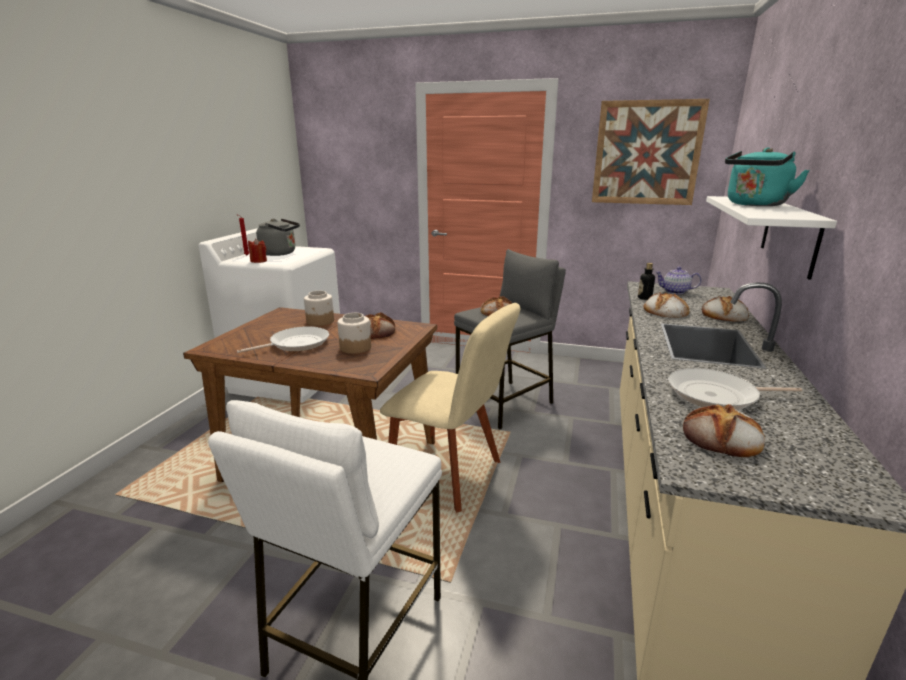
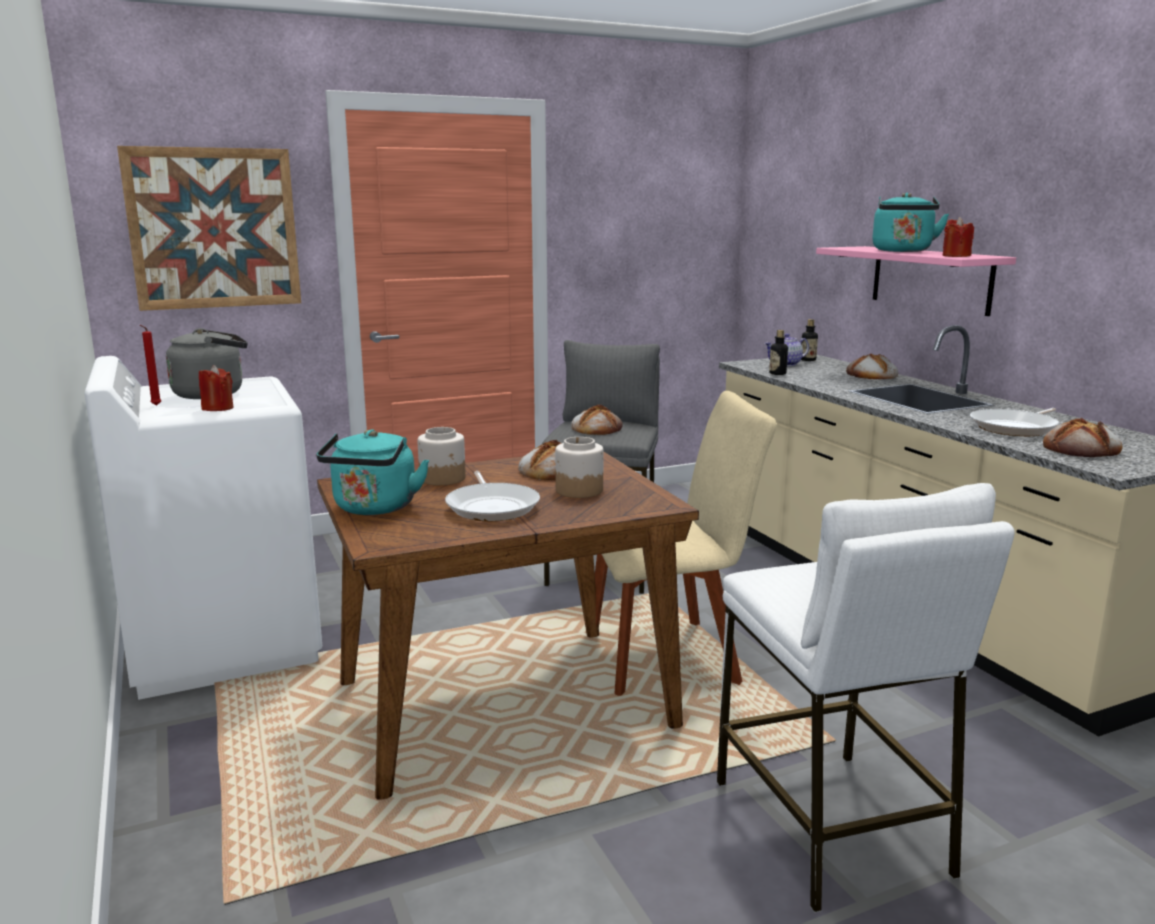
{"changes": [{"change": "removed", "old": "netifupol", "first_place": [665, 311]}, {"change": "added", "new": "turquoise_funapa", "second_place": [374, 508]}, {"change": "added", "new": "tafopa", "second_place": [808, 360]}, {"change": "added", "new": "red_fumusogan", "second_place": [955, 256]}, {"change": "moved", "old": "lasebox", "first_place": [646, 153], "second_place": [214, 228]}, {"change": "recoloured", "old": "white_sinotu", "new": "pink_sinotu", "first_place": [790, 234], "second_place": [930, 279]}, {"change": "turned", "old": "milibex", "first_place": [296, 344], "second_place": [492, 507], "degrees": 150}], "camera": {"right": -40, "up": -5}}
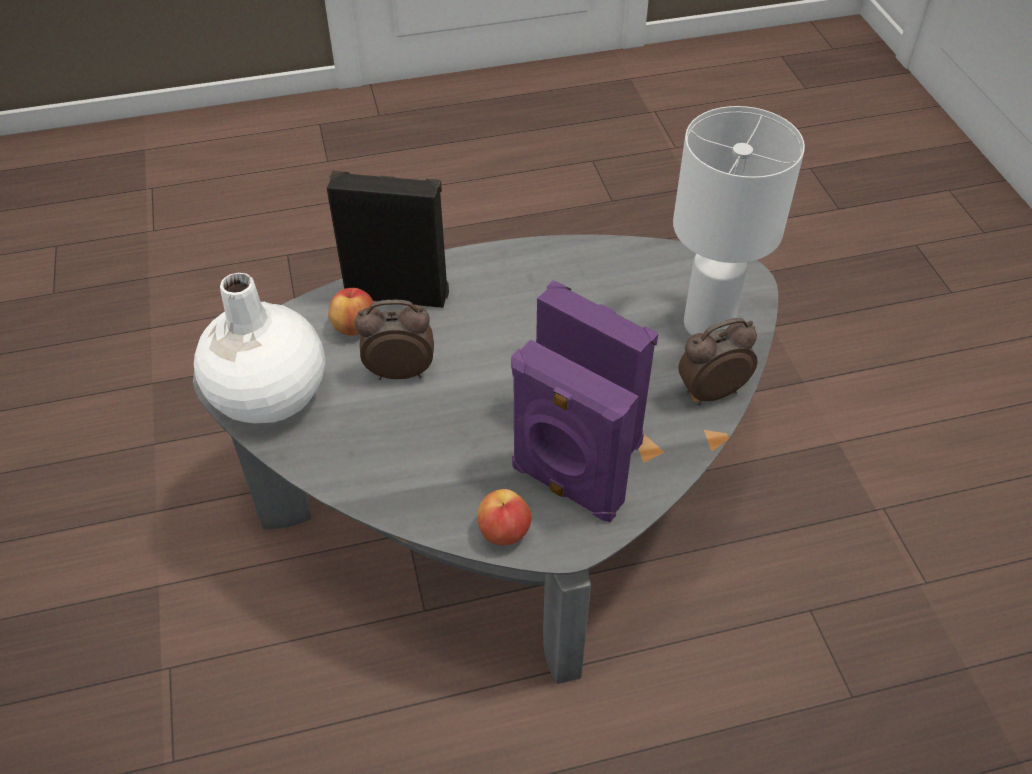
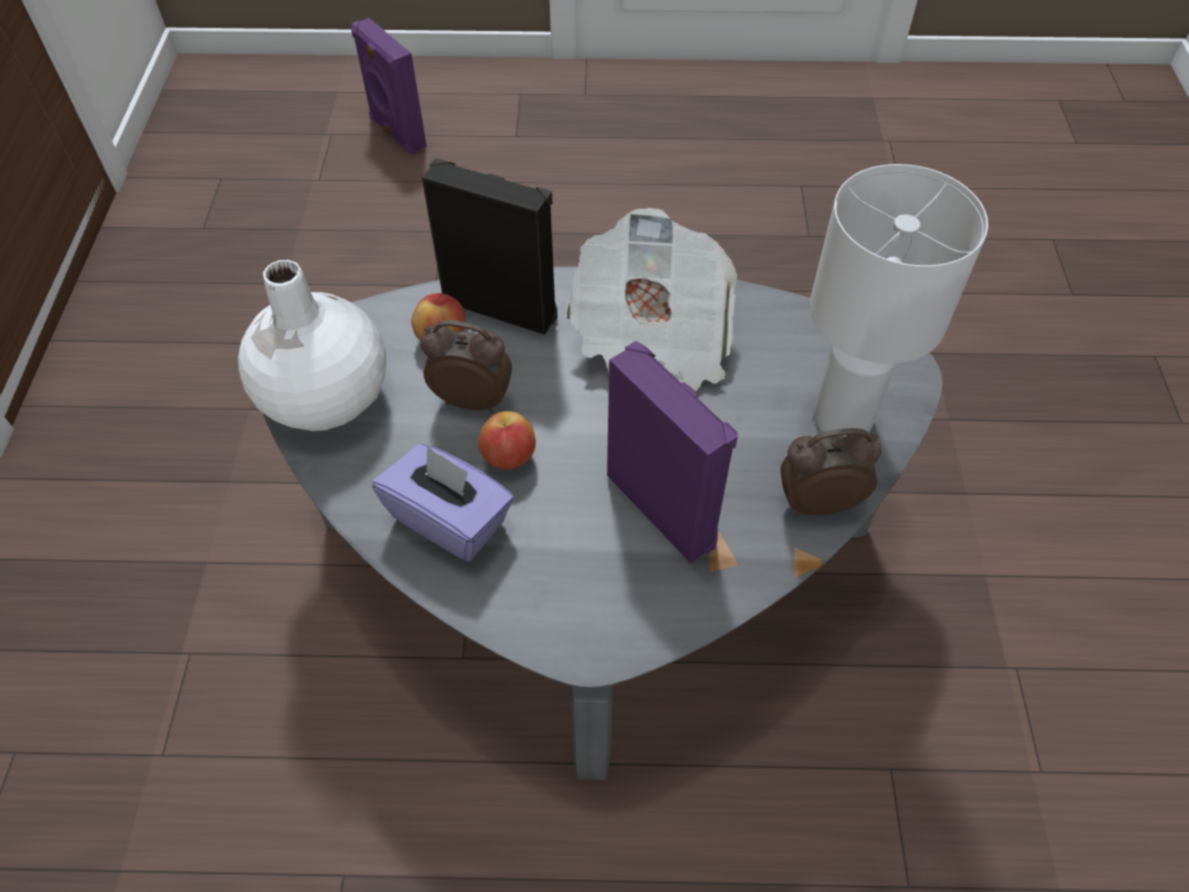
{"changes": [{"change": "added", "new": "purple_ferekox", "second_place": [450, 519]}, {"change": "added", "new": "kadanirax", "second_place": [650, 345]}, {"change": "moved", "old": "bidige", "first_place": [504, 532], "second_place": [509, 456]}, {"change": "moved", "old": "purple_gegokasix", "first_place": [565, 487], "second_place": [396, 133]}], "camera": {"right": 15, "up": 5}}
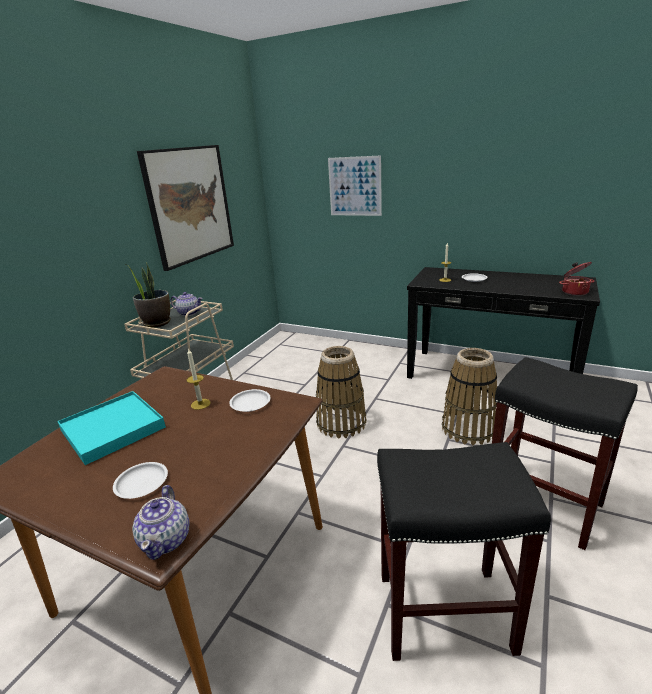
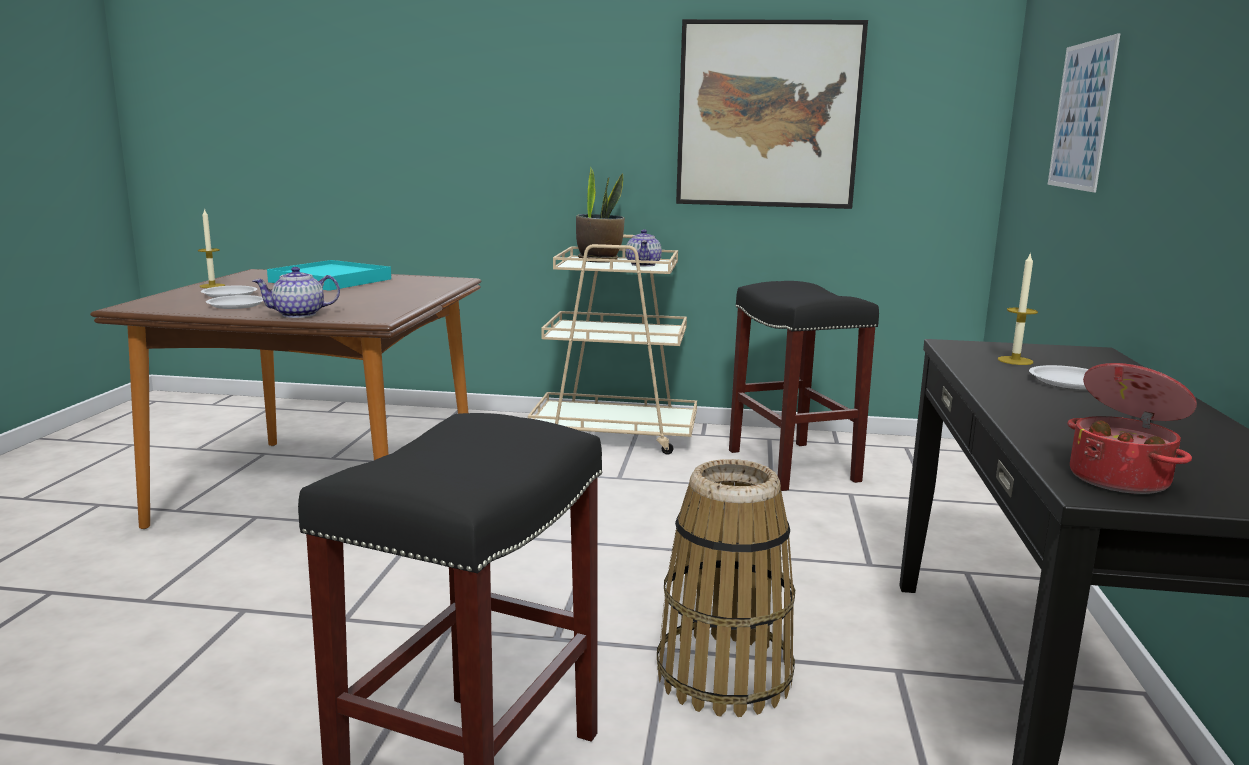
{"changes": [{"change": "removed", "old": "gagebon", "first_place": [341, 423]}, {"change": "moved", "old": "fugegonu", "first_place": [166, 539], "second_place": [299, 314]}, {"change": "moved", "old": "fumusogan", "first_place": [200, 404], "second_place": [212, 286]}, {"change": "moved", "old": "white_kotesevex", "first_place": [250, 403], "second_place": [237, 305]}, {"change": "moved", "old": "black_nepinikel", "first_place": [442, 612], "second_place": [790, 465]}], "camera": {"right": 70, "up": -10}}
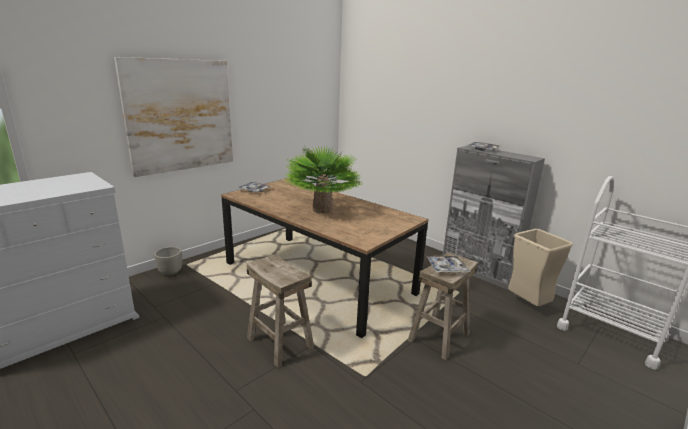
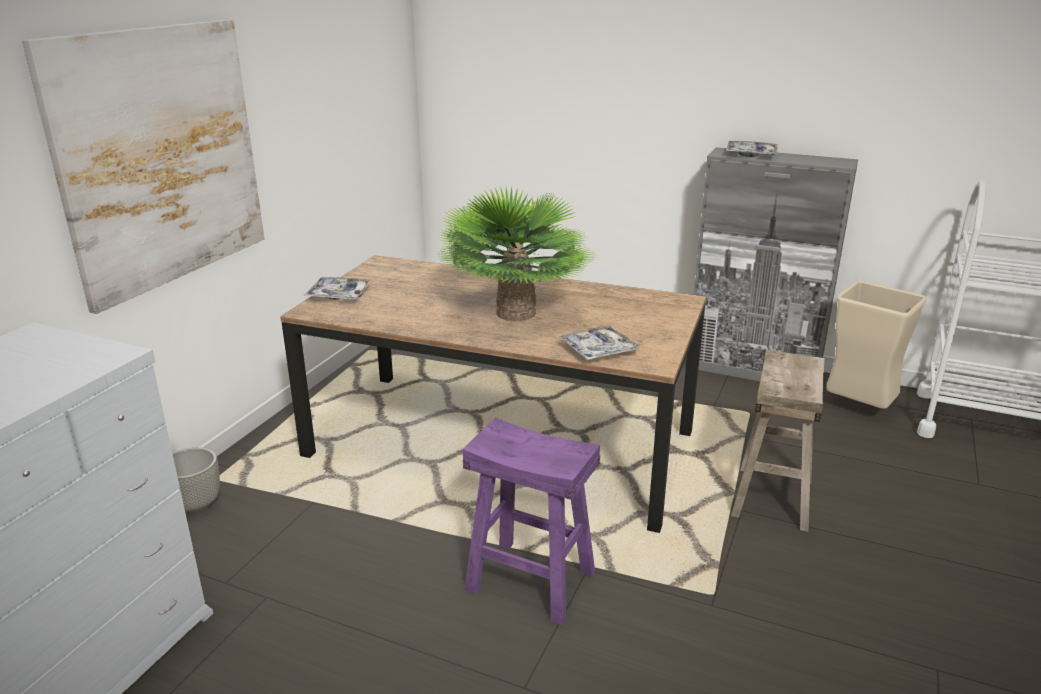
{"changes": [{"change": "moved", "old": "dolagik", "first_place": [447, 268], "second_place": [598, 350]}, {"change": "recoloured", "old": "beige_nepinikel", "new": "purple_nepinikel", "first_place": [279, 342], "second_place": [529, 581]}], "camera": {"right": -20, "up": 5}}
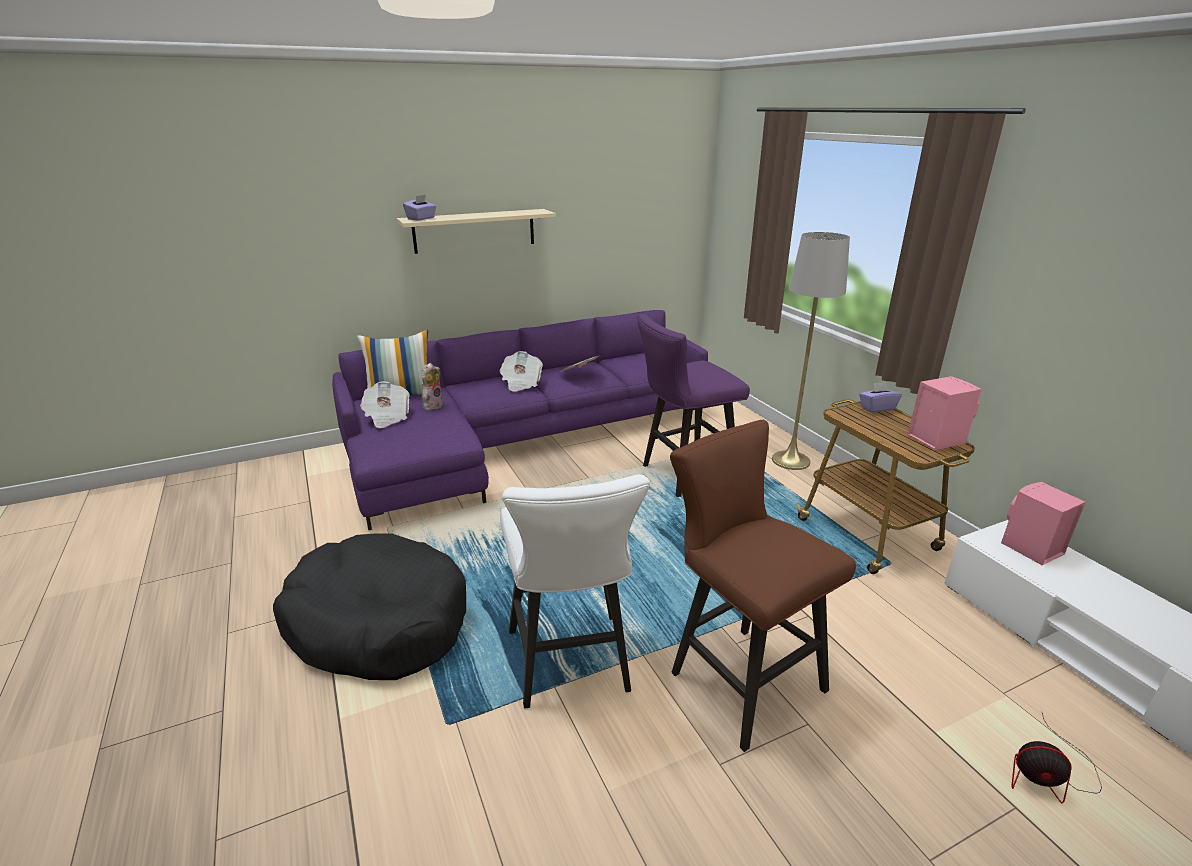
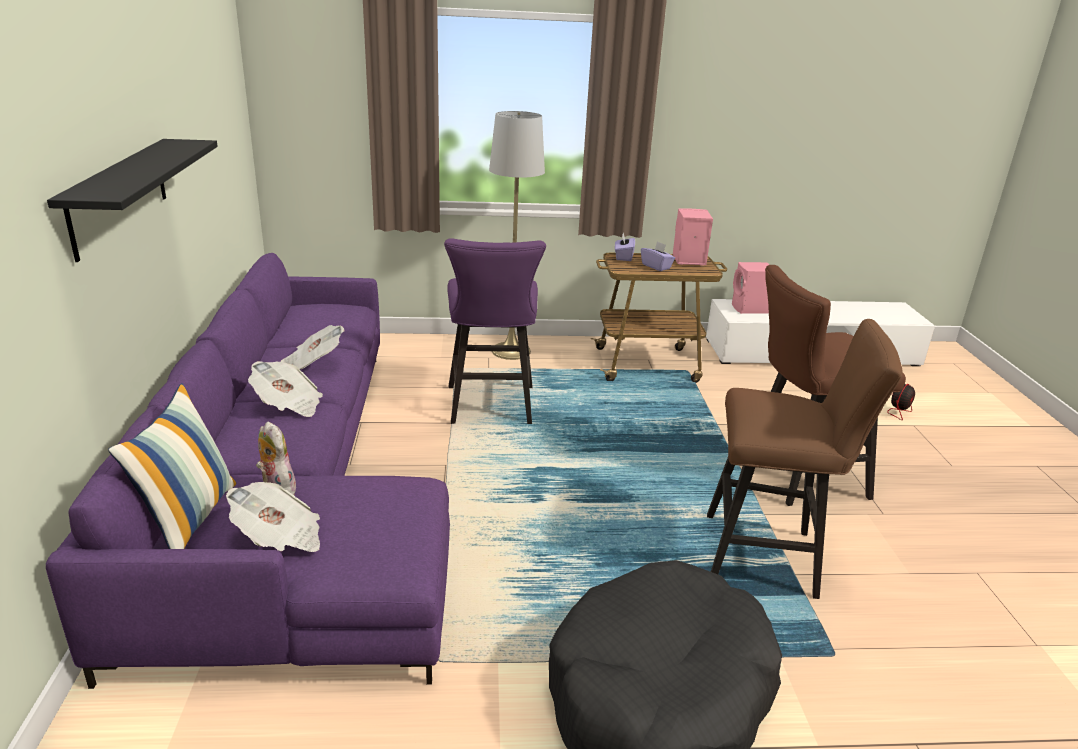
{"changes": [{"change": "moved", "old": "purple_ferekox", "first_place": [421, 218], "second_place": [656, 266]}, {"change": "recoloured", "old": "beige_sinotu", "new": "black_sinotu", "first_place": [474, 231], "second_place": [119, 195]}, {"change": "recoloured", "old": "white_nepinikel", "new": "brown_nepinikel", "first_place": [571, 667], "second_place": [769, 558]}], "camera": {"right": -70, "up": 0}}
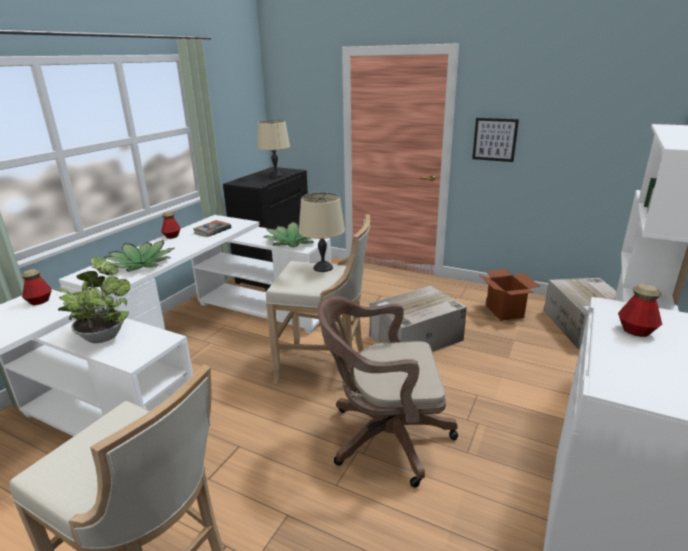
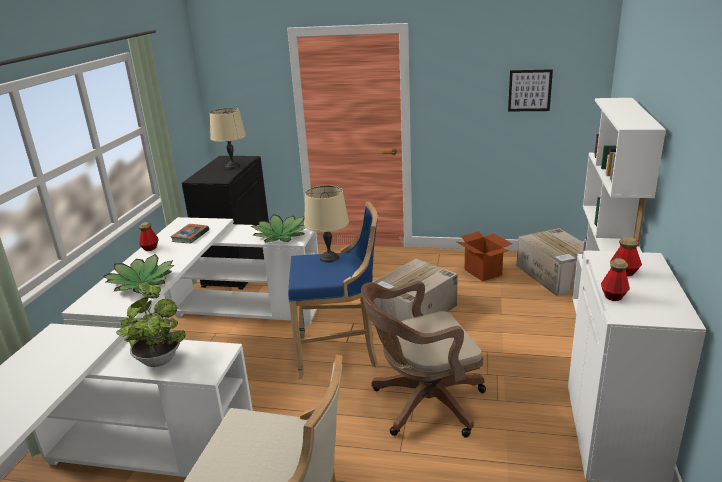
{"changes": [{"change": "moved", "old": "tafopa", "first_place": [39, 301], "second_place": [613, 296]}, {"change": "moved", "old": "lasebox", "first_place": [494, 139], "second_place": [529, 90]}, {"change": "recoloured", "old": "beige_nepinikel", "new": "blue_nepinikel", "first_place": [325, 366], "second_place": [340, 354]}], "camera": {"right": -15, "up": 0}}
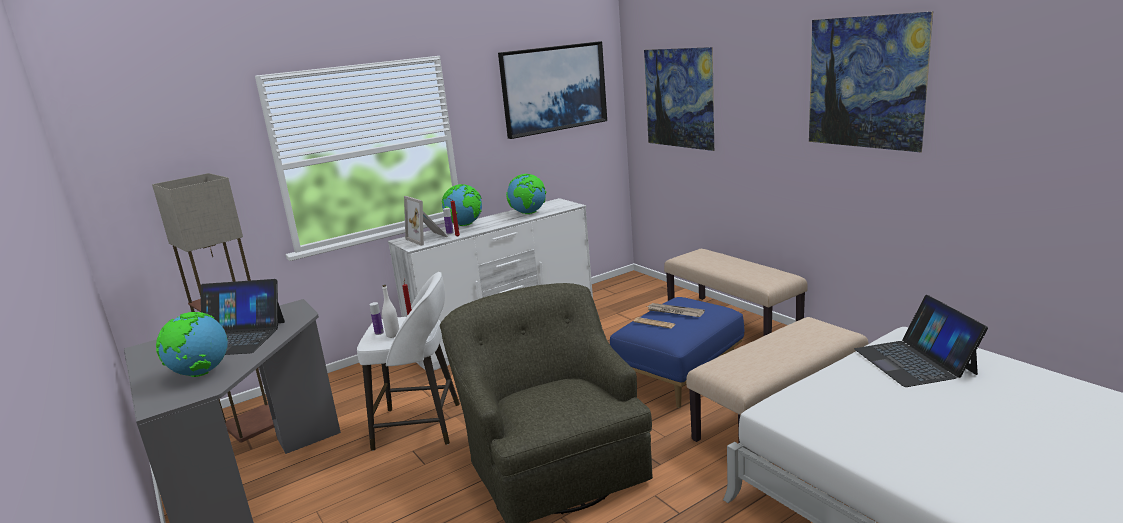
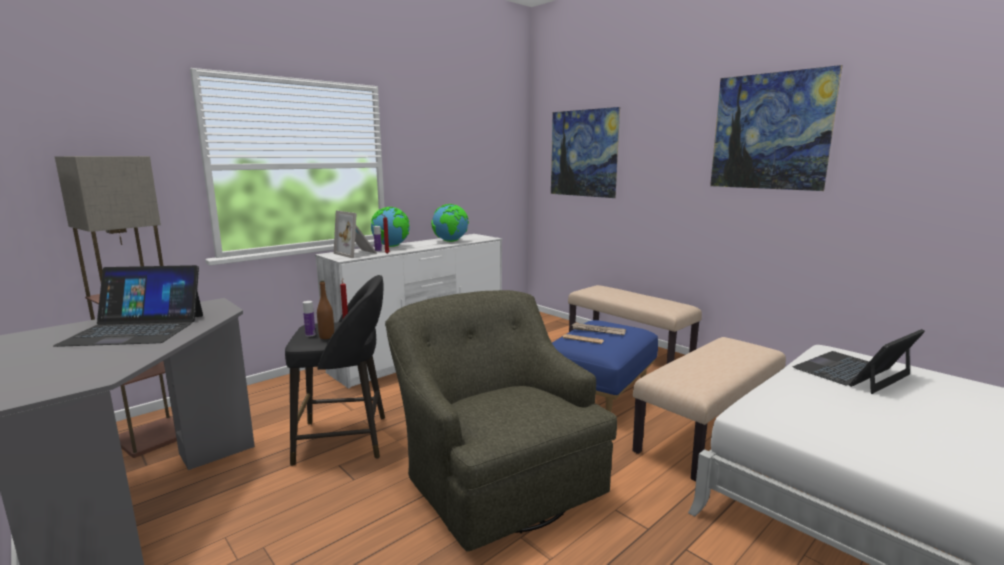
{"changes": [{"change": "removed", "old": "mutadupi", "first_place": [200, 373]}, {"change": "removed", "old": "lasebox", "first_place": [553, 88]}, {"change": "recoloured", "old": "white_nepinikel", "new": "black_nepinikel", "first_place": [421, 426], "second_place": [345, 439]}, {"change": "recoloured", "old": "white_tafopa", "new": "brown_tafopa", "first_place": [393, 335], "second_place": [326, 337]}, {"change": "turned", "old": "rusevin", "first_place": [914, 361], "second_place": [852, 372], "degrees": 75}], "camera": {"right": -10, "up": -5}}
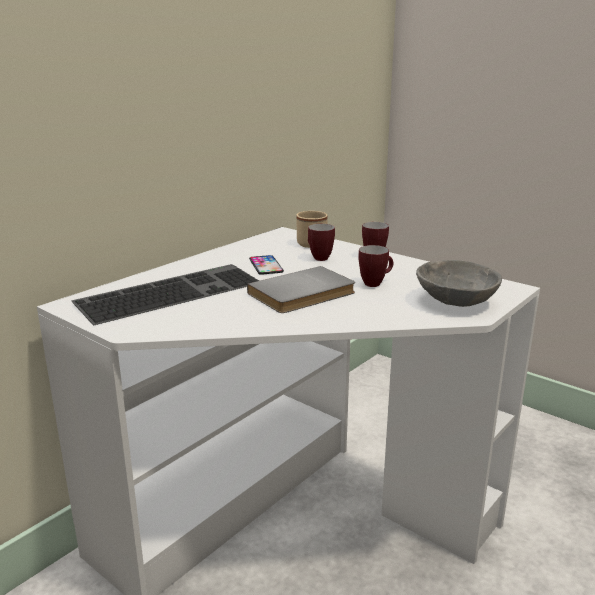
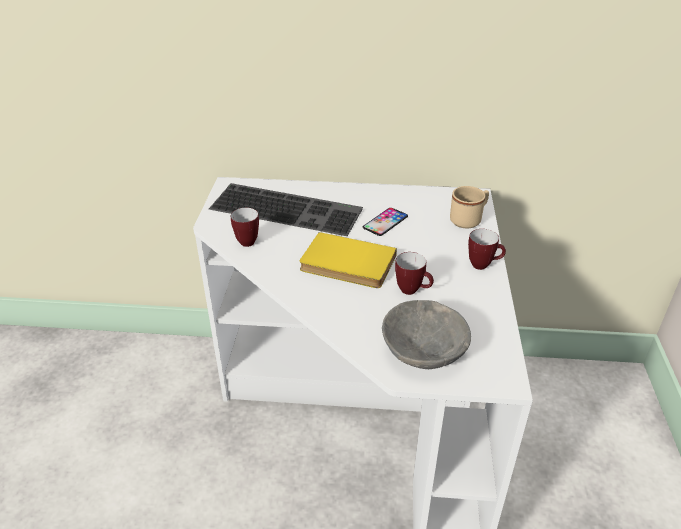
{"changes": [{"change": "moved", "old": "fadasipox", "first_place": [318, 257], "second_place": [249, 240]}, {"change": "recoloured", "old": "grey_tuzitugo", "new": "yellow_tuzitugo", "first_place": [304, 294], "second_place": [347, 265]}], "camera": {"right": 55, "up": 15}}
